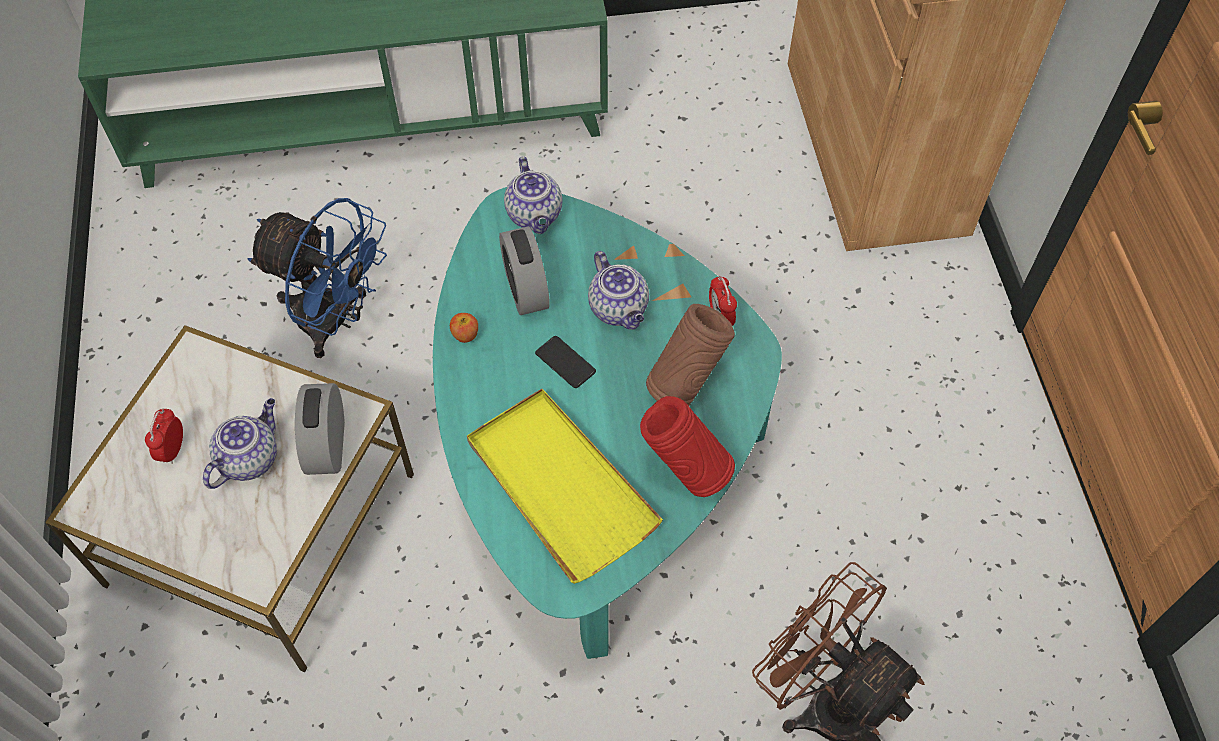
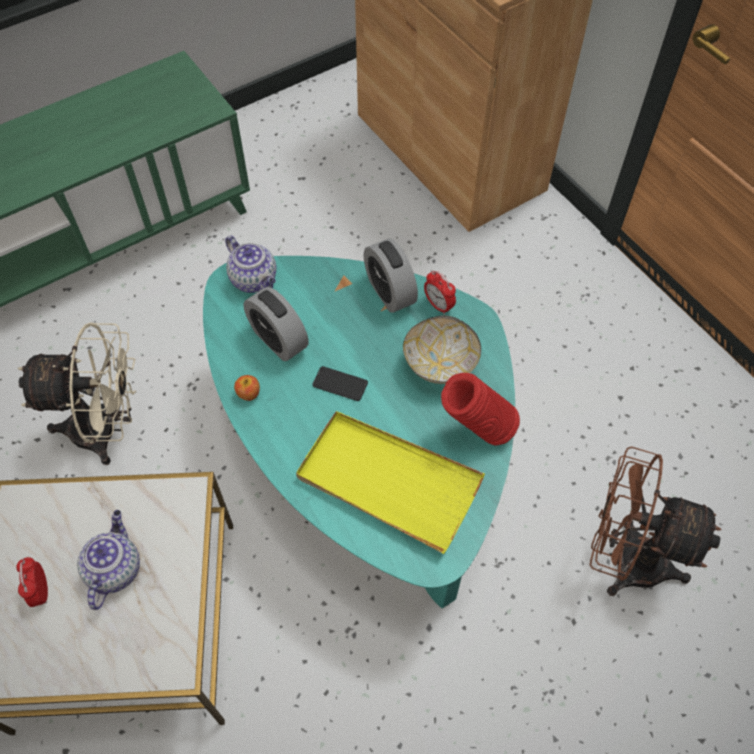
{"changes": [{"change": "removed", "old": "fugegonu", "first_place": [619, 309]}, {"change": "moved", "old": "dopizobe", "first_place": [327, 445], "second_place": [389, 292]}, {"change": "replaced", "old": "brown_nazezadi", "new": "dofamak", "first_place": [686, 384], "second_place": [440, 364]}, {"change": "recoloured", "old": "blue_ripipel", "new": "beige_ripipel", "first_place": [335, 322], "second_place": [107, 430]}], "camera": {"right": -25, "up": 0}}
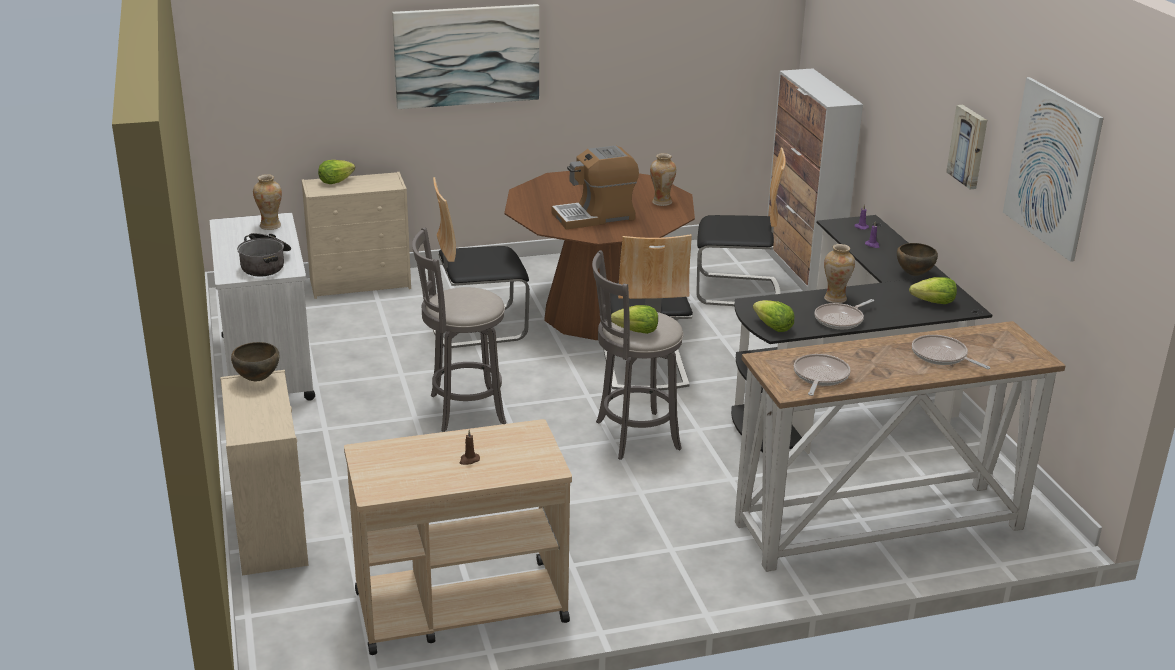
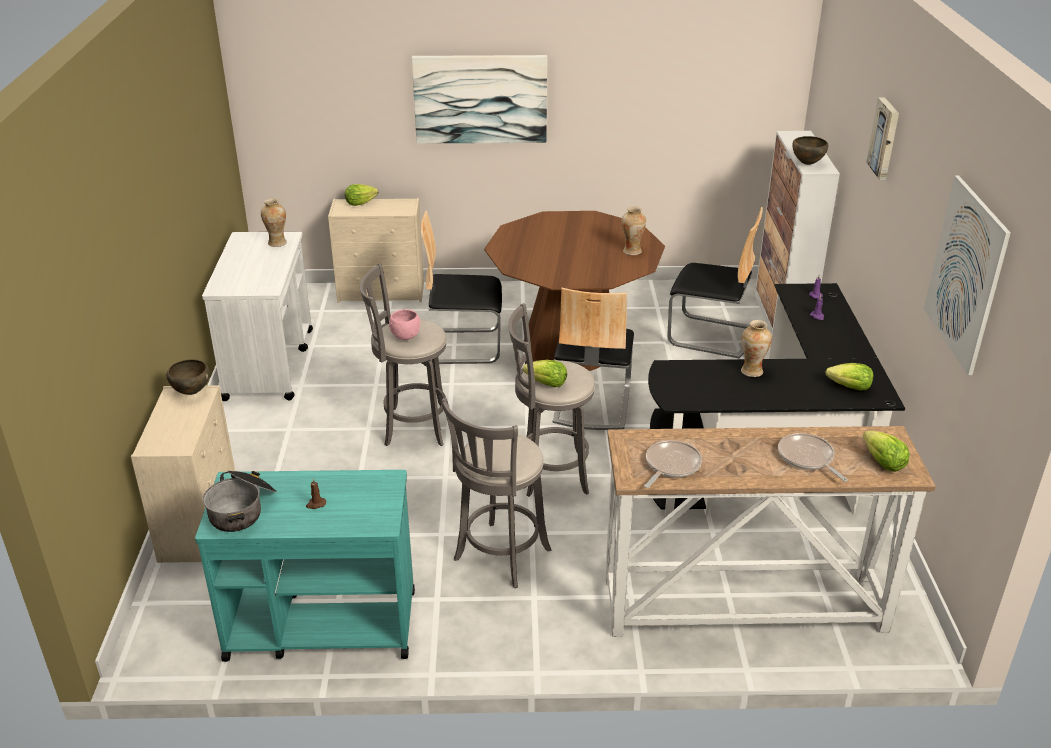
{"changes": [{"change": "removed", "old": "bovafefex", "first_place": [595, 216]}, {"change": "removed", "old": "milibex", "first_place": [841, 319]}, {"change": "added", "new": "pink_dofamak", "second_place": [405, 337]}, {"change": "added", "new": "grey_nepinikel", "second_place": [499, 557]}, {"change": "moved", "old": "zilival", "first_place": [266, 264], "second_place": [242, 510]}, {"change": "moved", "old": "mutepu", "first_place": [773, 327], "second_place": [883, 463]}, {"change": "moved", "old": "brown_dofamak", "first_place": [913, 274], "second_place": [807, 164]}, {"change": "moved", "old": "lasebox", "first_place": [969, 146], "second_place": [885, 138]}, {"change": "recoloured", "old": "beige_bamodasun", "new": "turquoise_bamodasun", "first_place": [459, 606], "second_place": [320, 625]}], "camera": {"right": 15, "up": 5}}
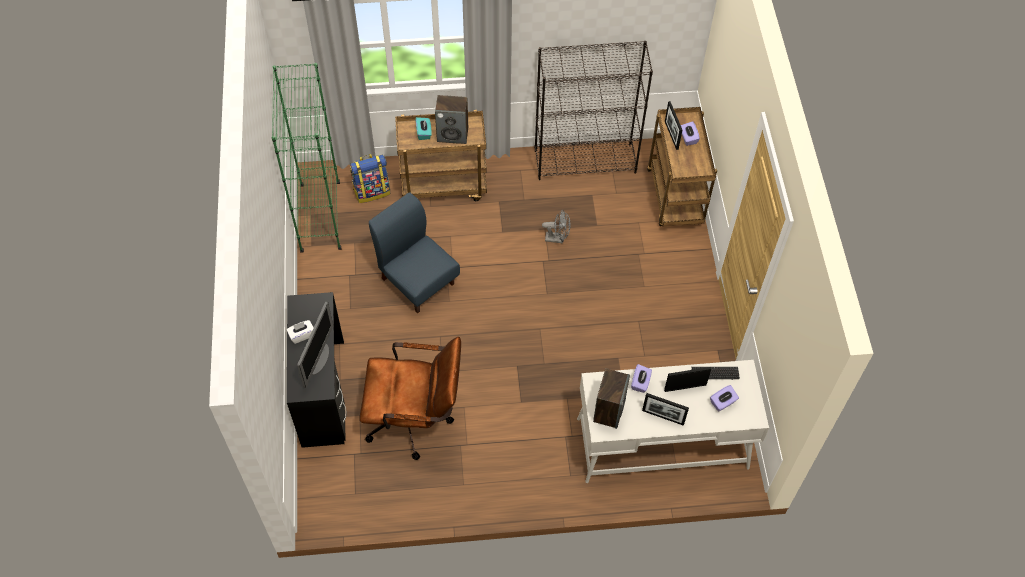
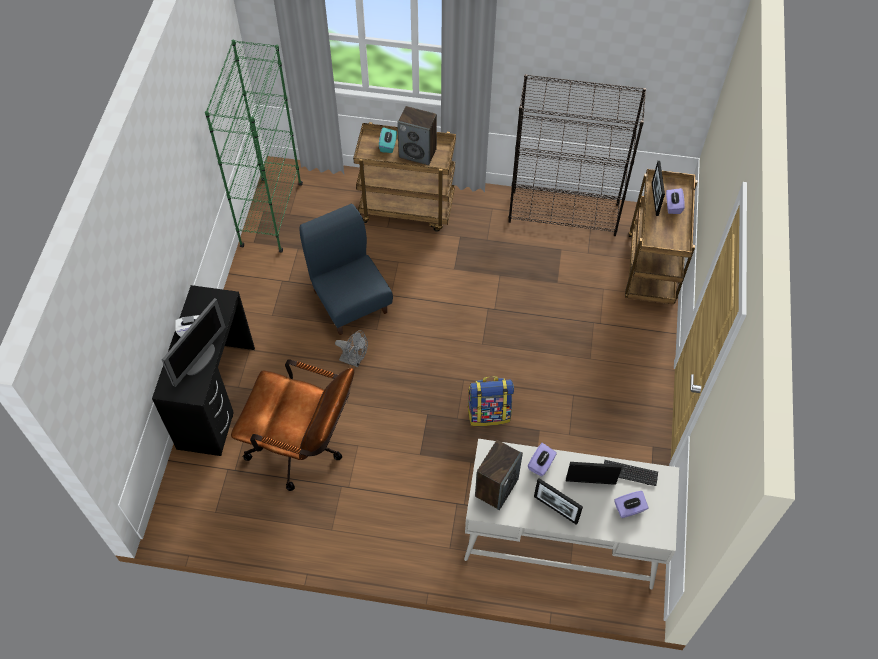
{"changes": [{"change": "moved", "old": "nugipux", "first_place": [372, 191], "second_place": [489, 413]}, {"change": "moved", "old": "grey_ripipel", "first_place": [557, 238], "second_place": [354, 360]}], "camera": {"right": 15, "up": 0}}
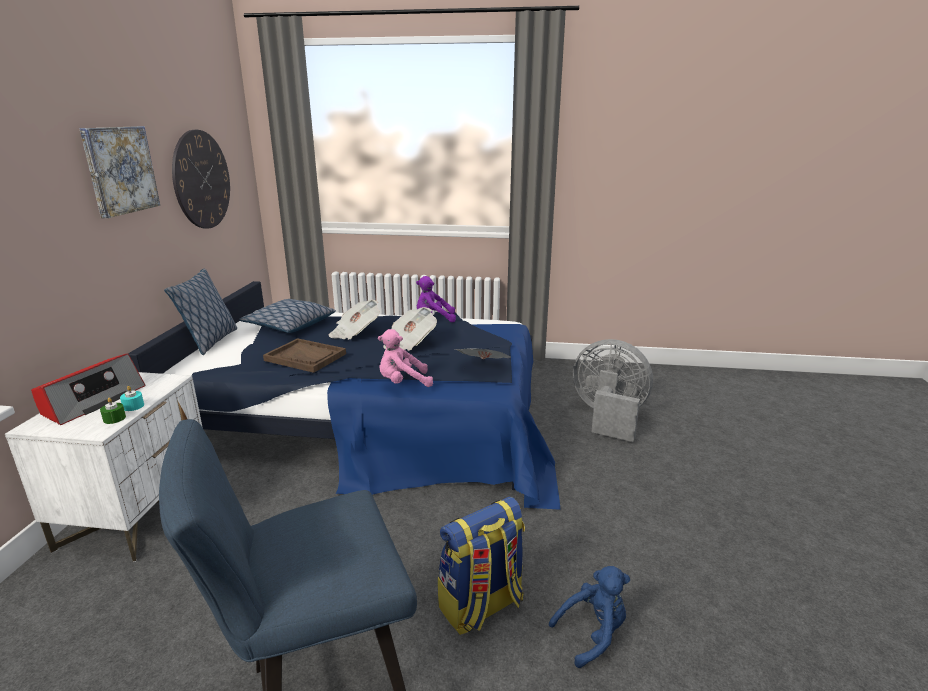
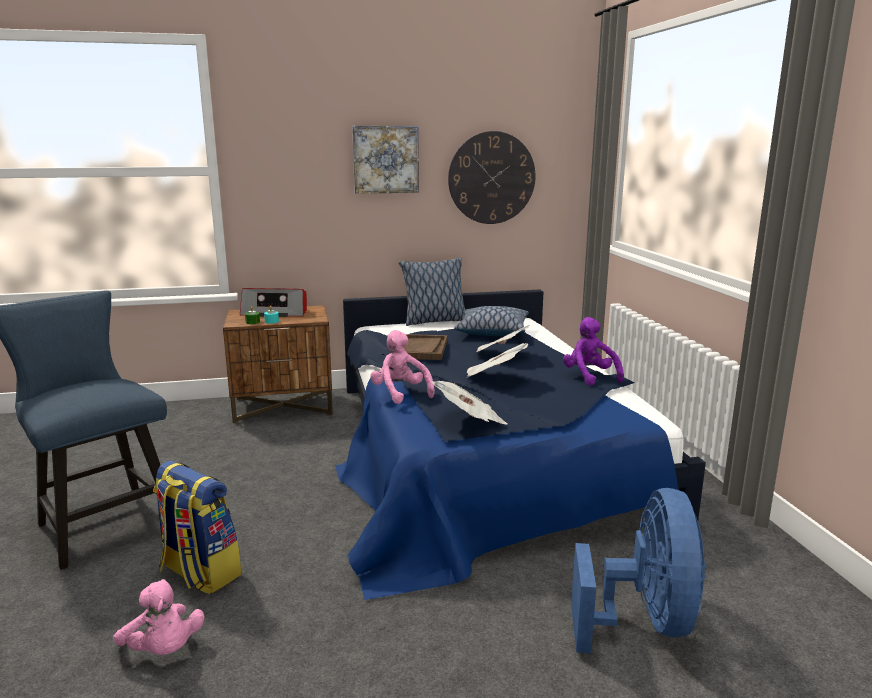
{"changes": [{"change": "recoloured", "old": "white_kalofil", "new": "brown_kalofil", "first_place": [138, 512], "second_place": [284, 407]}, {"change": "recoloured", "old": "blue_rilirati", "new": "pink_rilirati", "first_place": [593, 634], "second_place": [163, 650]}, {"change": "recoloured", "old": "grey_ripipel", "new": "blue_ripipel", "first_place": [608, 417], "second_place": [644, 621]}], "camera": {"right": 70, "up": -5}}
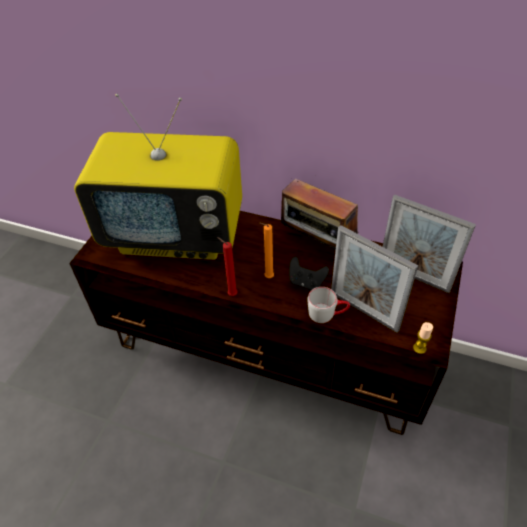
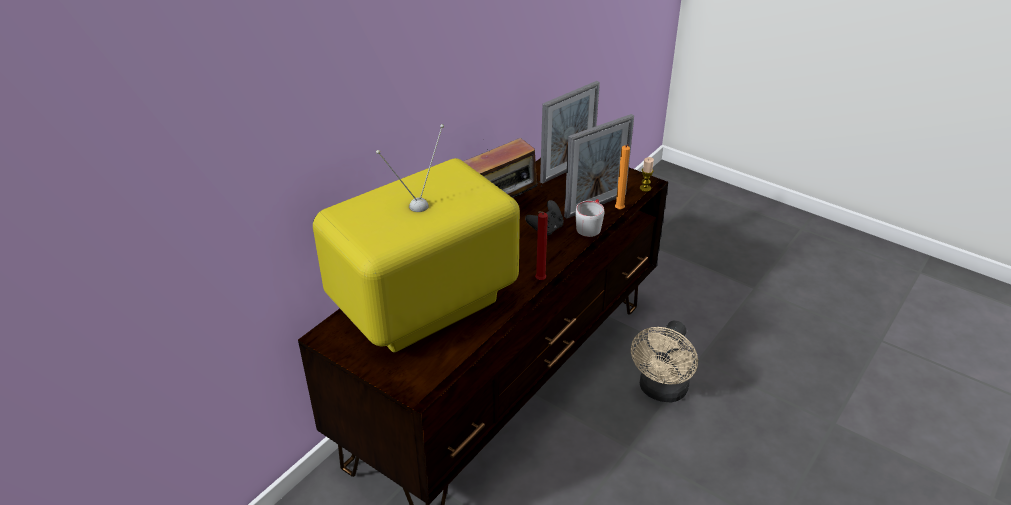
{"changes": [{"change": "added", "new": "beige_ripipel", "second_place": [661, 391]}, {"change": "moved", "old": "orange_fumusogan", "first_place": [267, 277], "second_place": [619, 210]}, {"change": "turned", "old": "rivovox", "first_place": [176, 235], "second_place": [424, 308], "degrees": -150}], "camera": {"right": -75, "up": -10}}
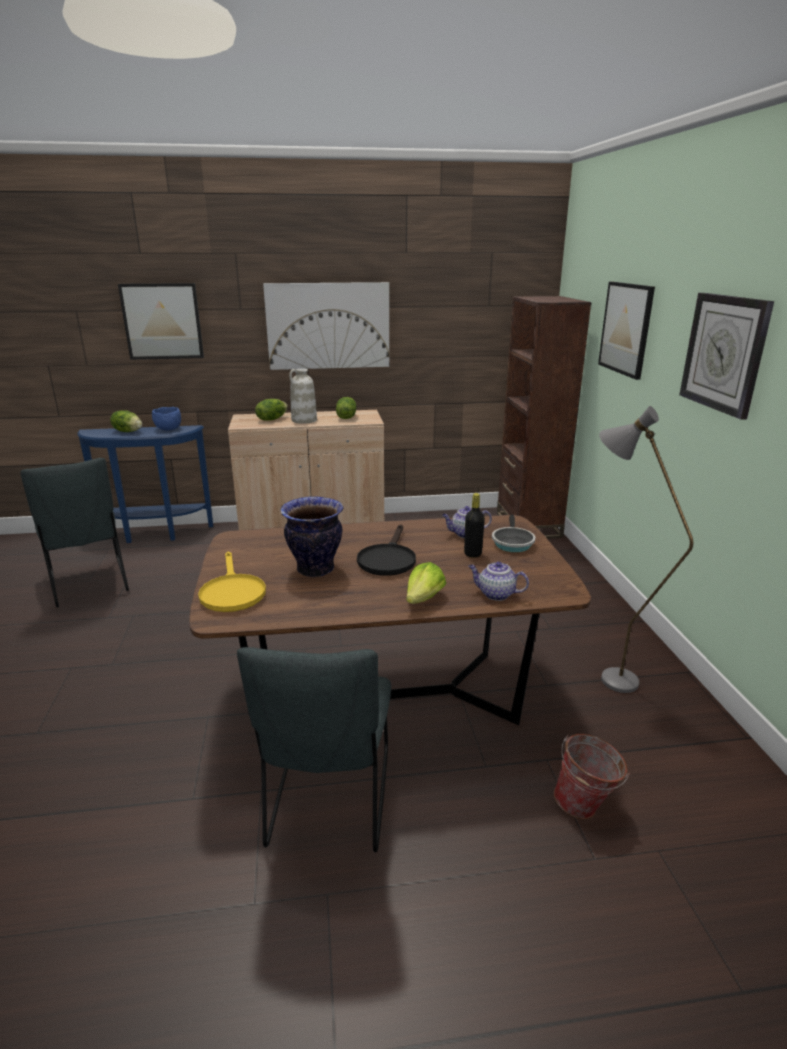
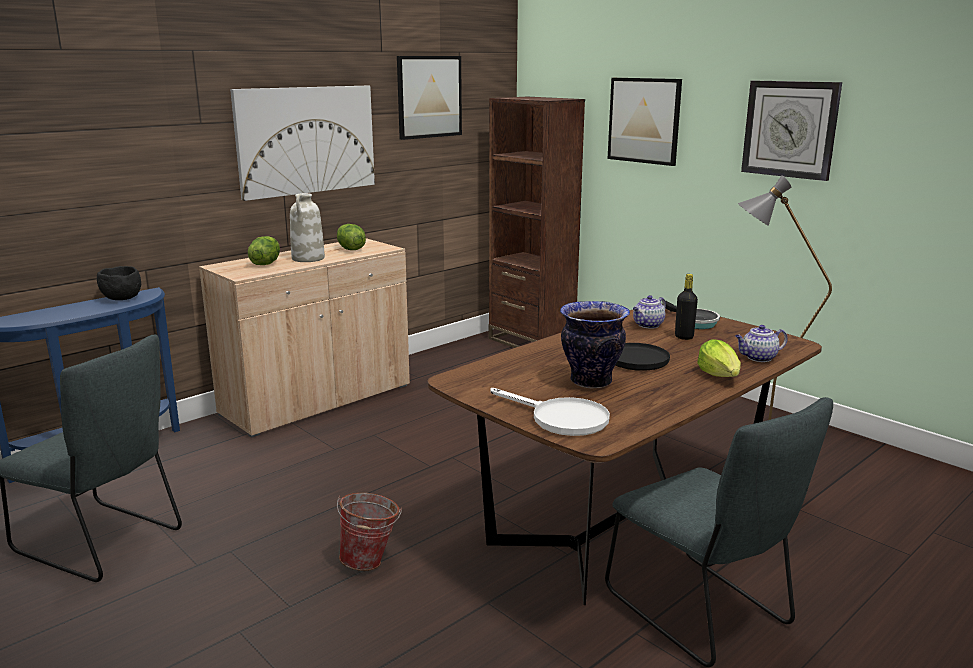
{"changes": [{"change": "removed", "old": "mutepu", "first_place": [128, 431]}, {"change": "moved", "old": "lasebox", "first_place": [162, 321], "second_place": [429, 97]}, {"change": "moved", "old": "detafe", "first_place": [586, 806], "second_place": [371, 561]}, {"change": "recoloured", "old": "blue_dofamak", "new": "black_dofamak", "first_place": [168, 429], "second_place": [121, 298]}, {"change": "recoloured", "old": "yellow_milibex", "new": "white_milibex", "first_place": [232, 592], "second_place": [560, 419]}], "camera": {"right": -35, "up": -5}}
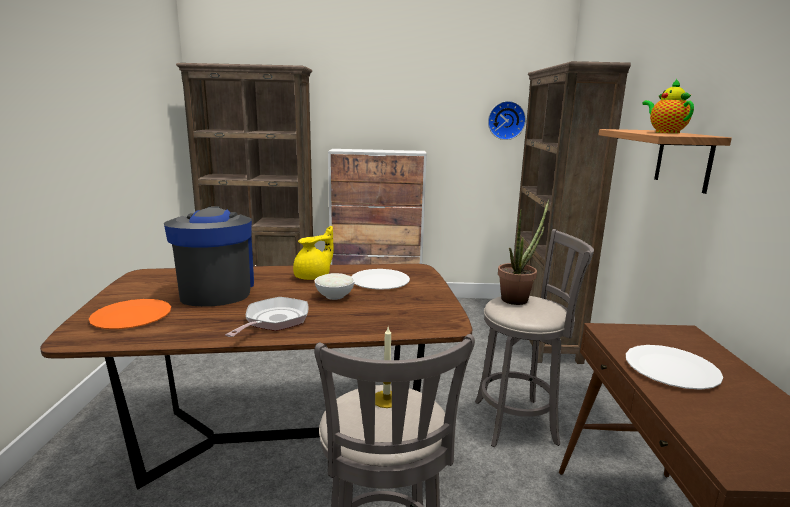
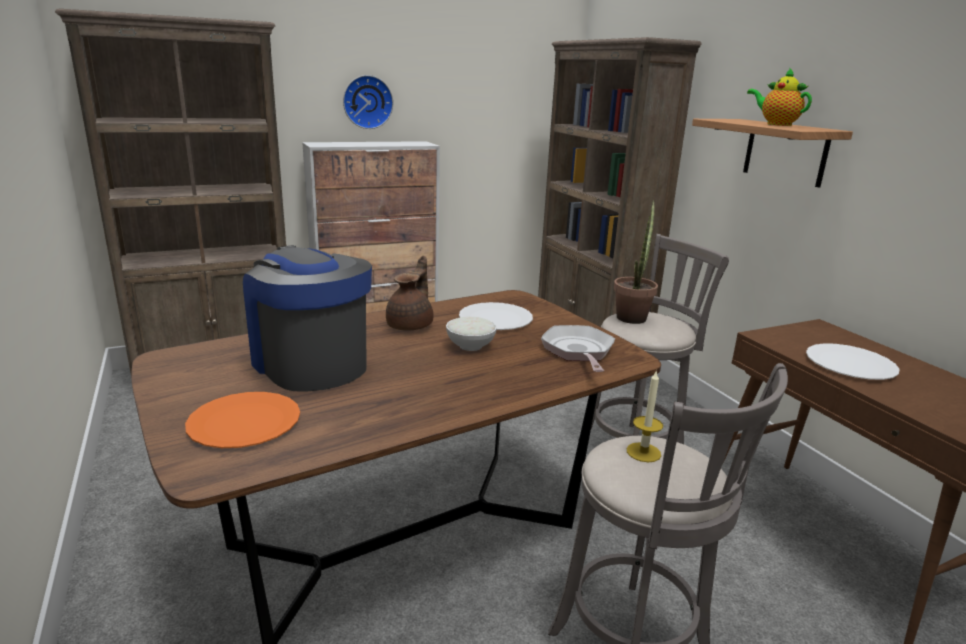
{"changes": [{"change": "moved", "old": "milibex", "first_place": [274, 321], "second_place": [578, 352]}, {"change": "moved", "old": "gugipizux", "first_place": [506, 120], "second_place": [367, 102]}, {"change": "recoloured", "old": "yellow_fugegonu", "new": "brown_fugegonu", "first_place": [314, 276], "second_place": [411, 325]}], "camera": {"right": -25, "up": 5}}
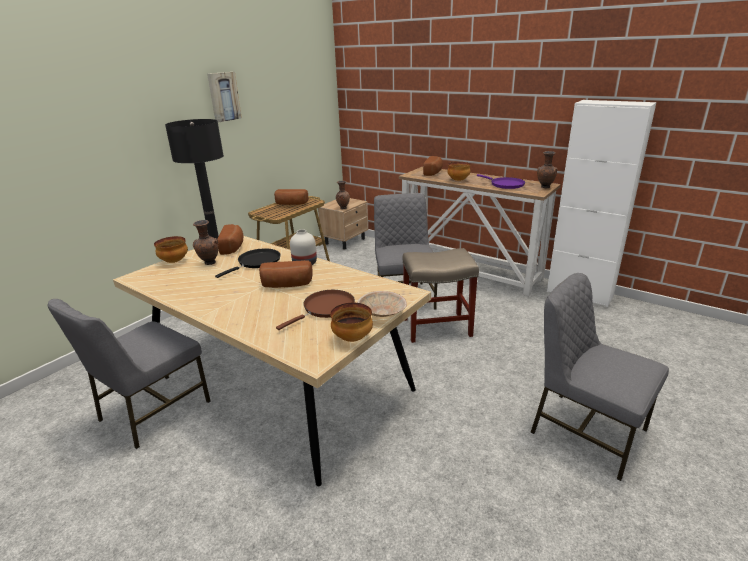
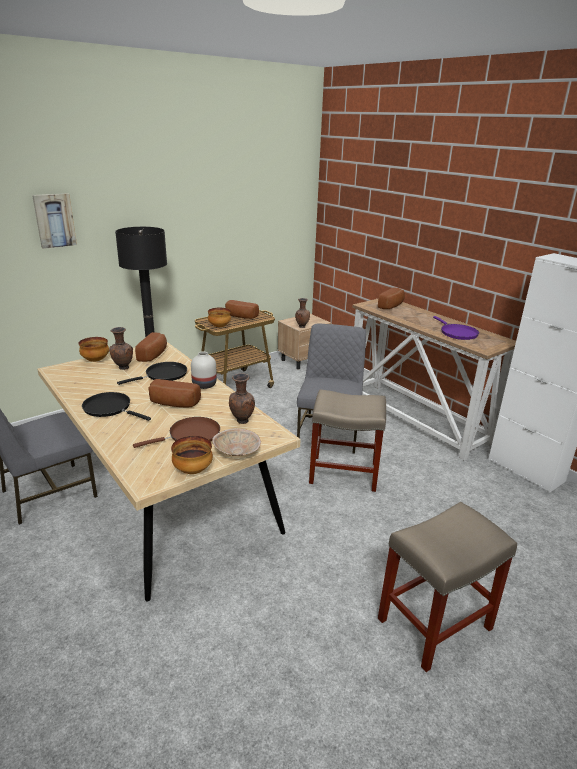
{"changes": [{"change": "added", "new": "black_milibex", "second_place": [110, 408]}, {"change": "moved", "old": "lasebox", "first_place": [223, 96], "second_place": [54, 220]}, {"change": "moved", "old": "dofamak", "first_place": [458, 180], "second_place": [219, 326]}, {"change": "moved", "old": "brown_nazezadi", "first_place": [544, 187], "second_place": [241, 421]}, {"change": "replaced", "old": "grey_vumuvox", "new": "beige_nepinikel", "first_place": [585, 431], "second_place": [435, 623]}], "camera": {"right": 15, "up": 0}}
